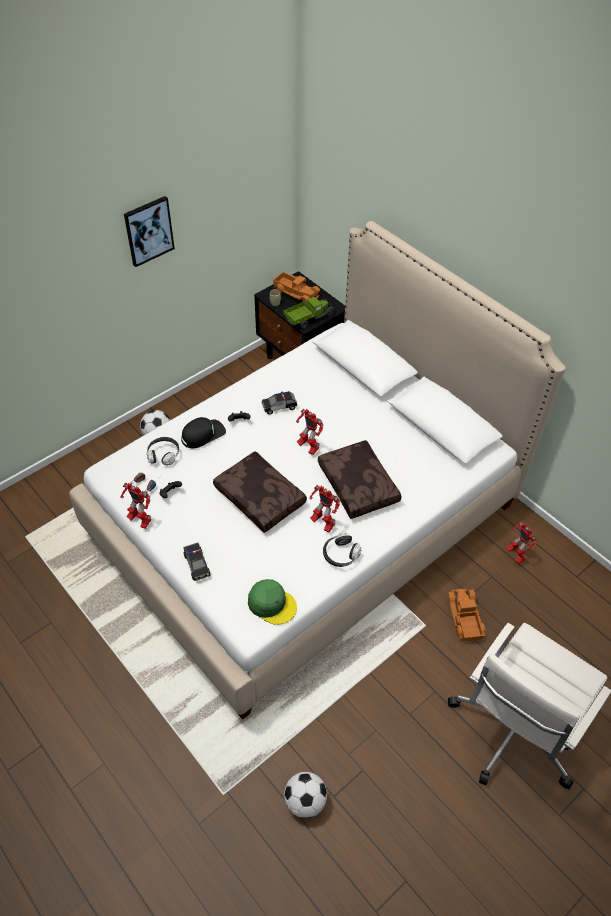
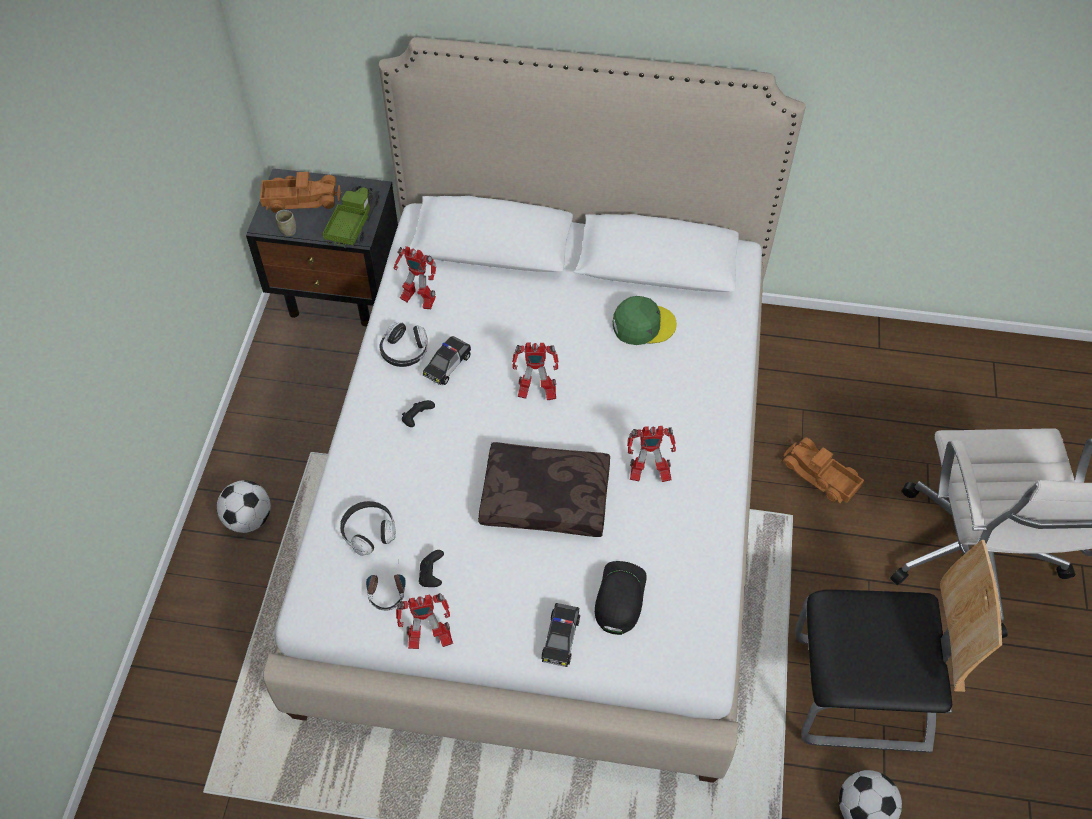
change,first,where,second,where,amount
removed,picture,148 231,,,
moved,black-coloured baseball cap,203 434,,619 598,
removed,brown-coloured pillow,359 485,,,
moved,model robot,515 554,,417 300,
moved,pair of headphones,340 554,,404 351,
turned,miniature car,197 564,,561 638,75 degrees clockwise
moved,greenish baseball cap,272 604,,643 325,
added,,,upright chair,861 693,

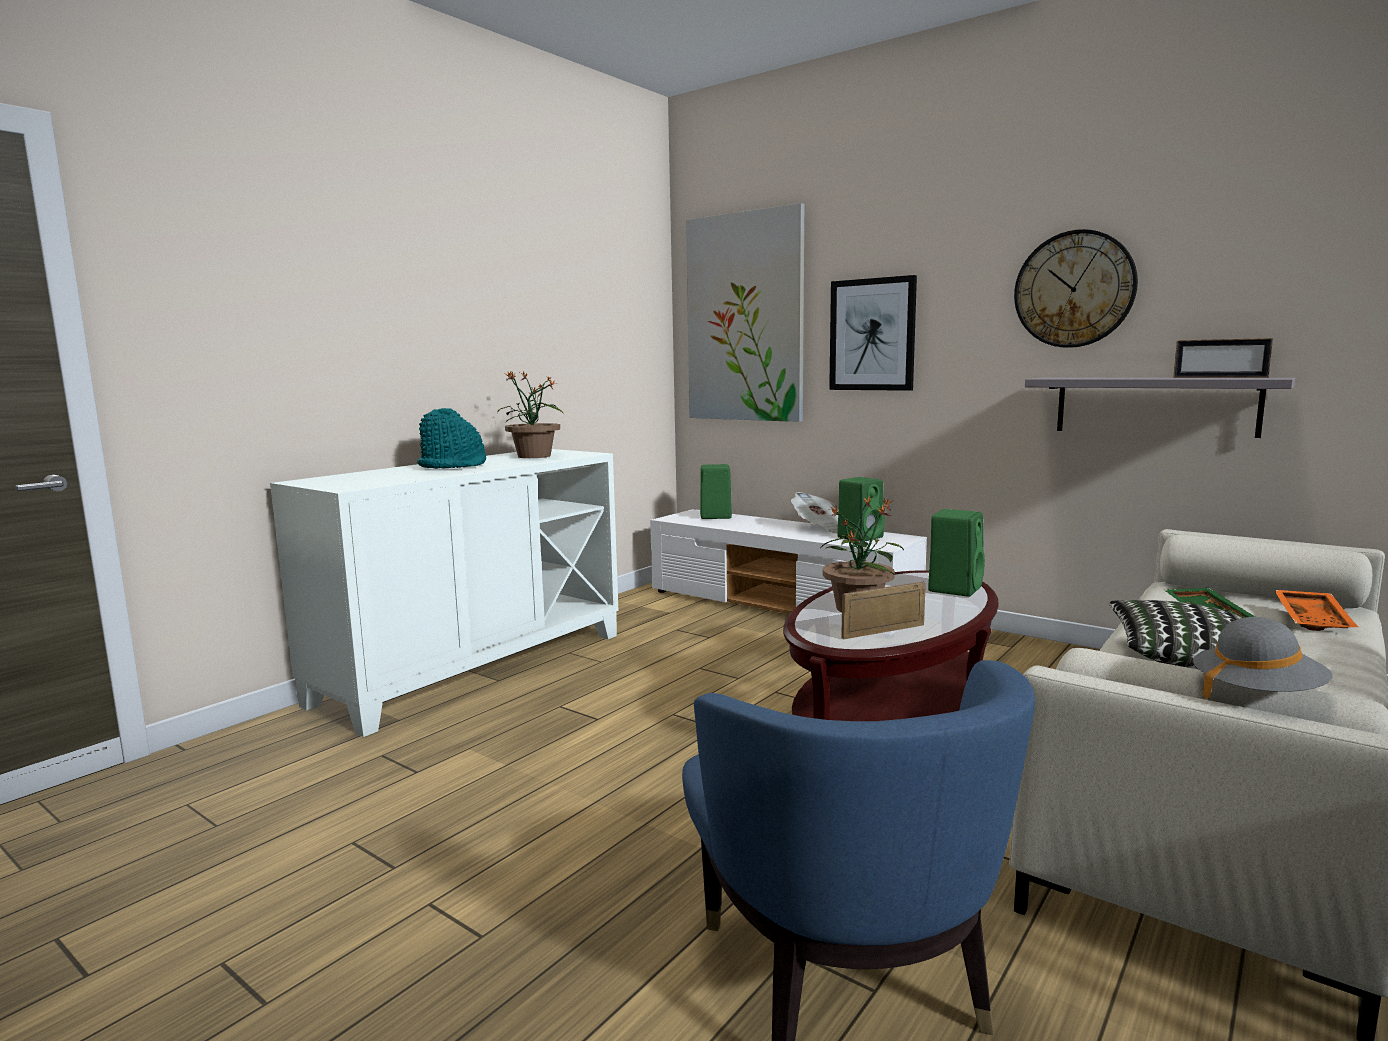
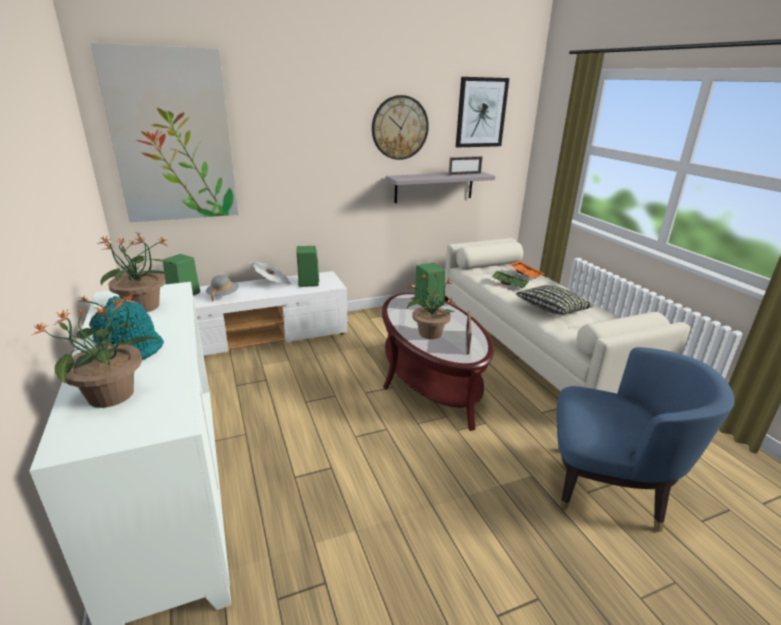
change,first,where,second,where,amount
moved,picture,872 335,,481 112,
moved,grey hat,1256 694,,223 295,
added,,,potted plant,113 395,

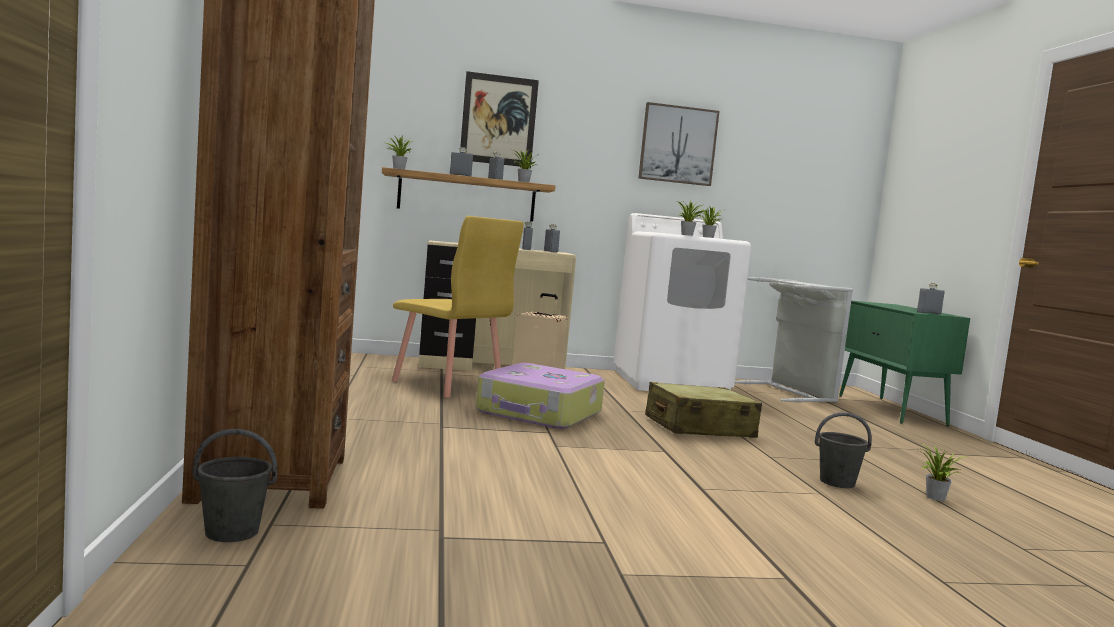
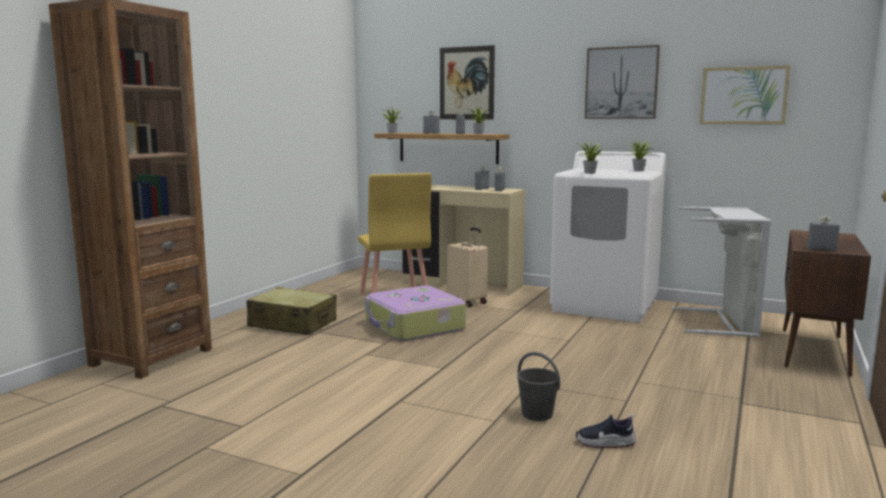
change,first,where,second,where,amount
recoloured,greenish cupboard,891 410,brown-coloured cupboard,814 352,
moved,beige-coloured suitcase,698 428,,293 324,
removed,grey bucket,233 532,,,
replaced,potted plant,934 498,item of footwear,605 443,
added,,,picture,743 95,

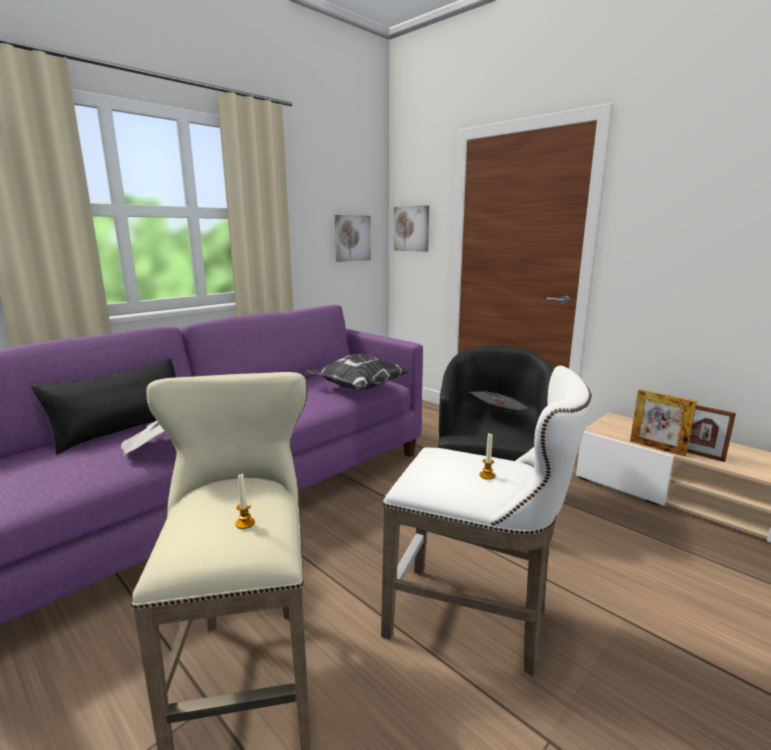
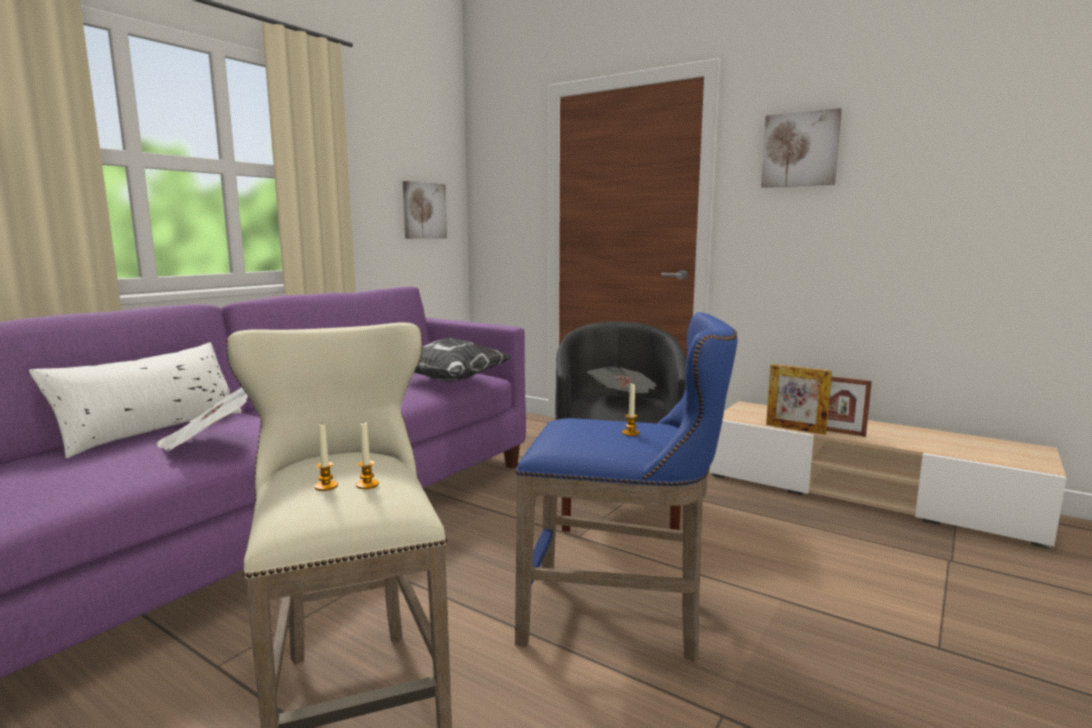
change,first,where,second,where,amount
moved,picture,412 228,,800 149,
recoloured,black-coloured pillow,123 428,whitish pillow,152 430,
recoloured,whitish sitting stool,475 623,blue-coloured sitting stool,622 621,
added,,,candle,326 486,

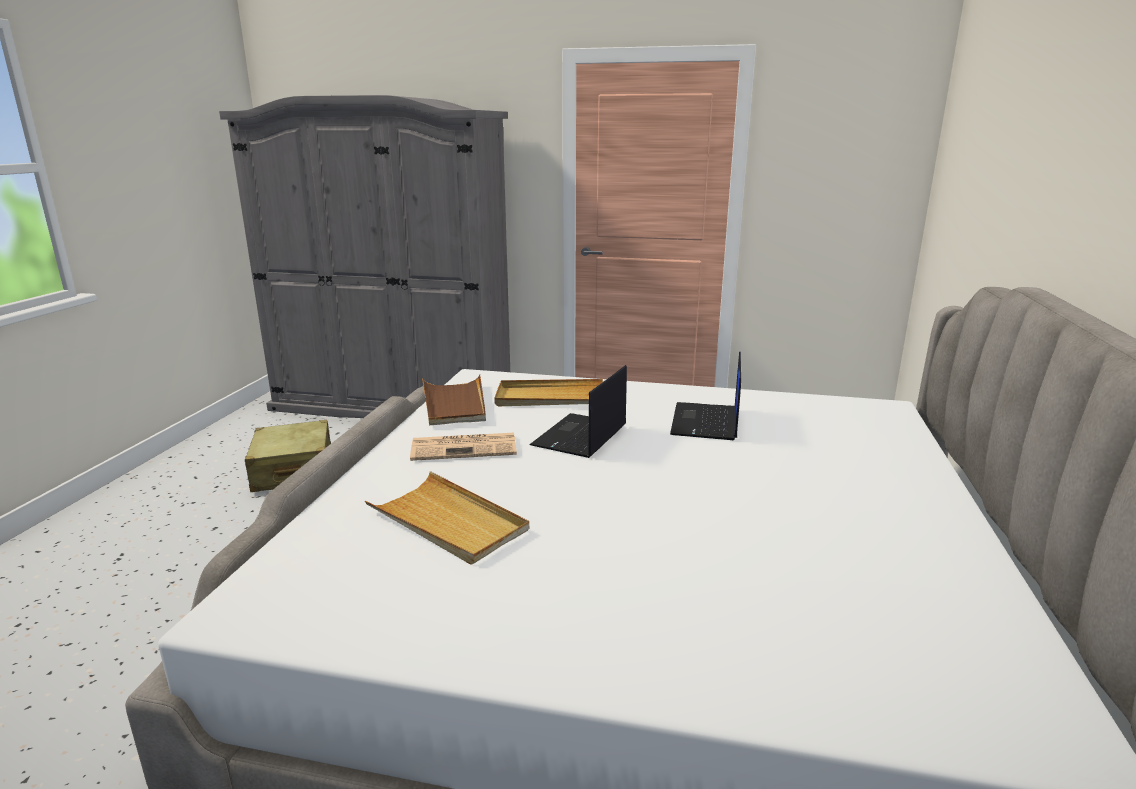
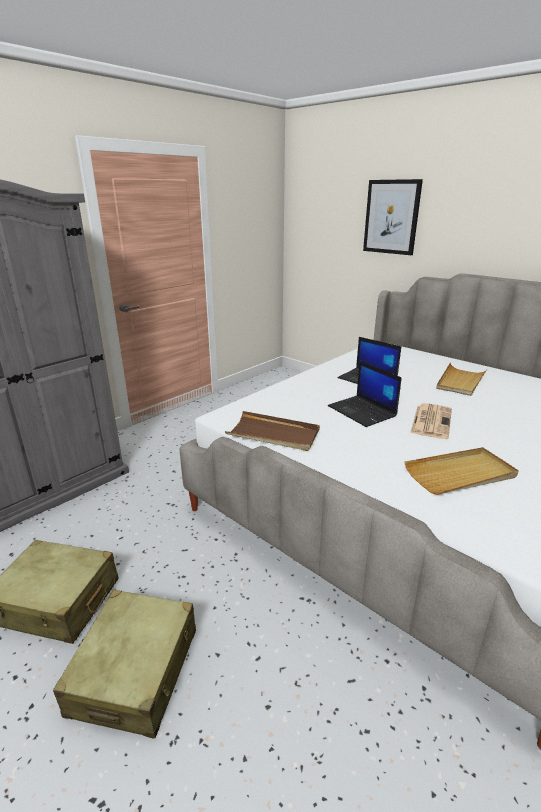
change,first,where,second,where,amount
moved,beige-coloured carrying tray,549 397,,460 381,
moved,newspaper,465 447,,431 421,
added,,,picture,391 217,
added,,,beige-coloured suitcase,135 671,

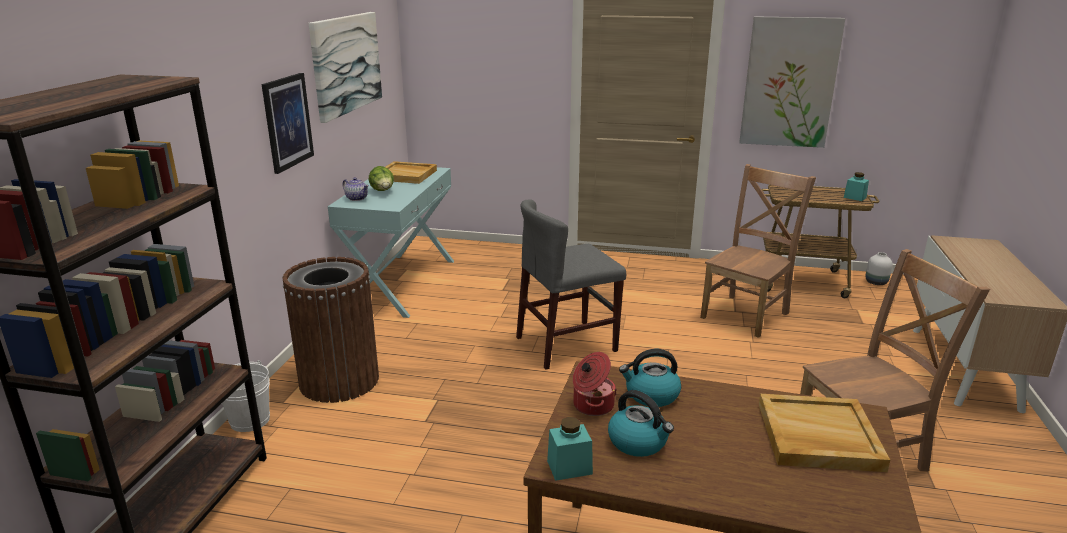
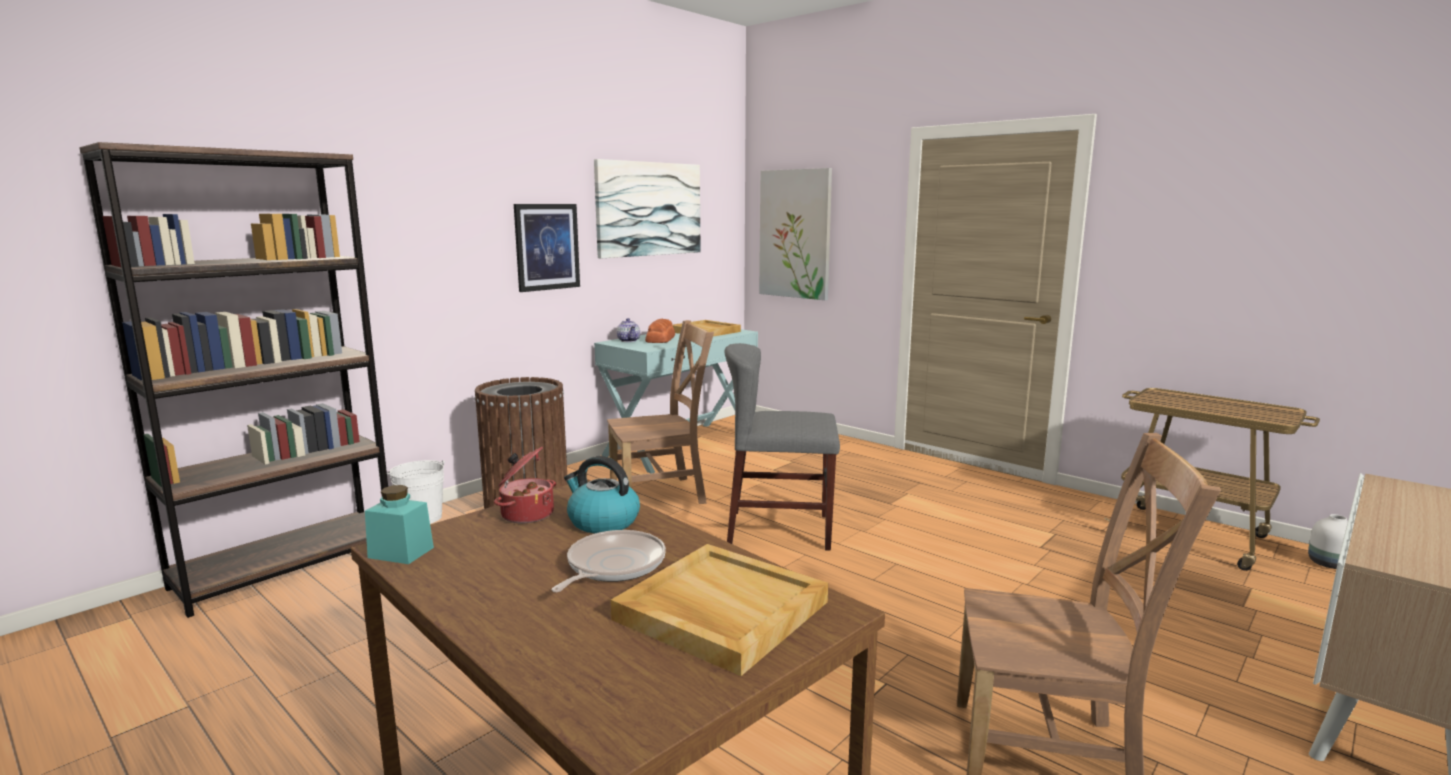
change,first,where,second,where,amount
moved,picture,789 82,,795 234,
moved,brown-coloured upright chair,746 314,,662 494,
replaced,lettuce head,383 191,bakery bread,661 339,
removed,turquoise storage jar,854 197,,,
removed,kettle,638 442,,,
added,,,pan,612 566,

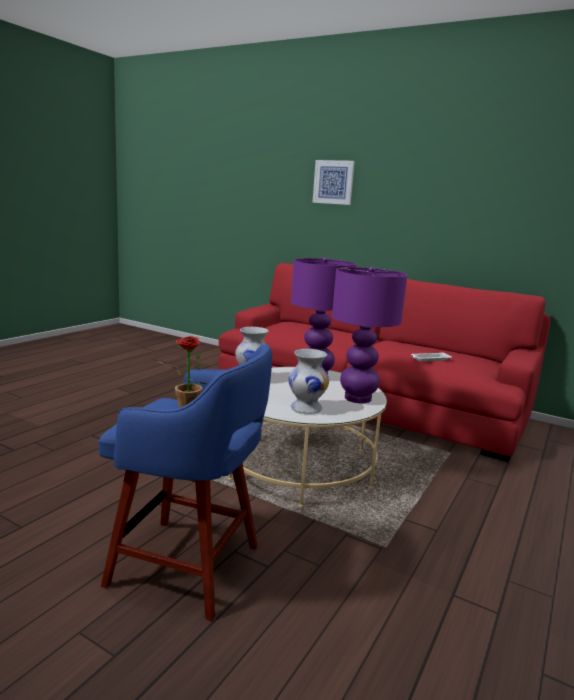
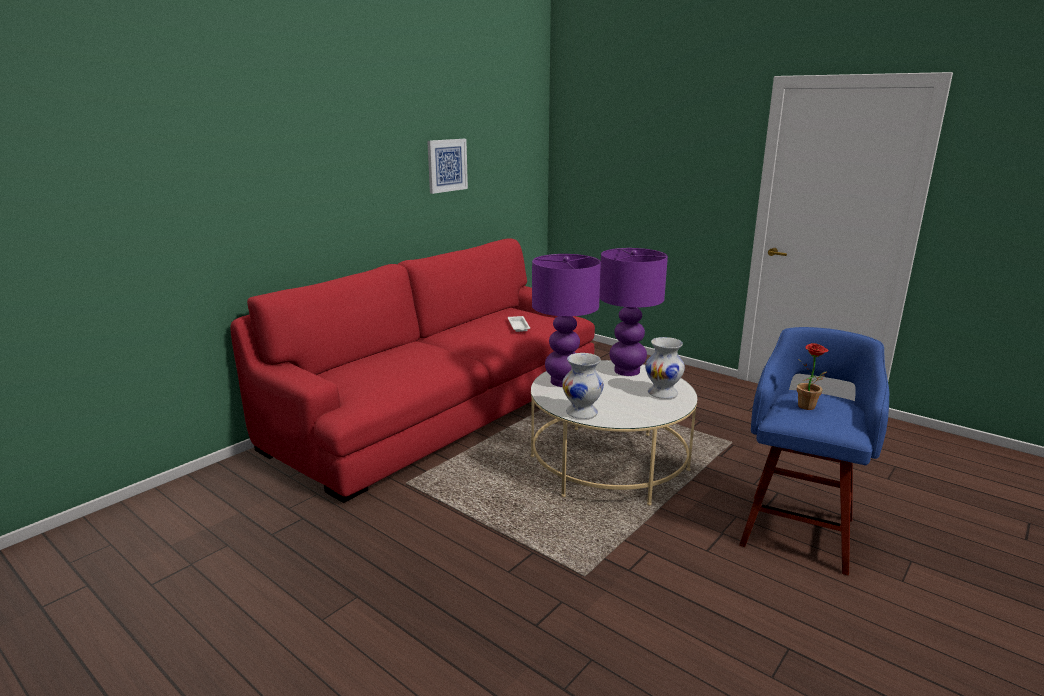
change,first,where,second,where,amount
moved,picture,333 182,,447 165,

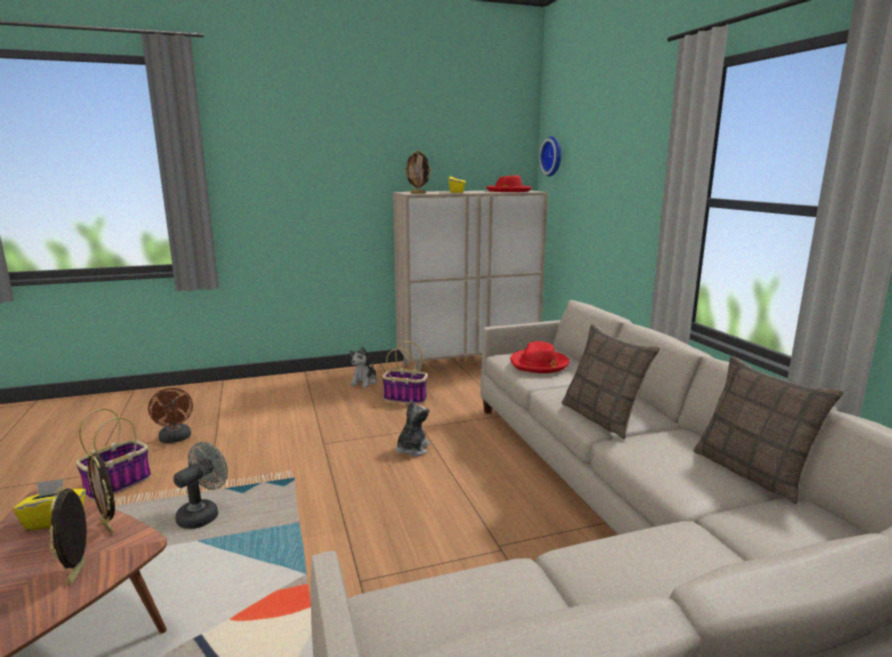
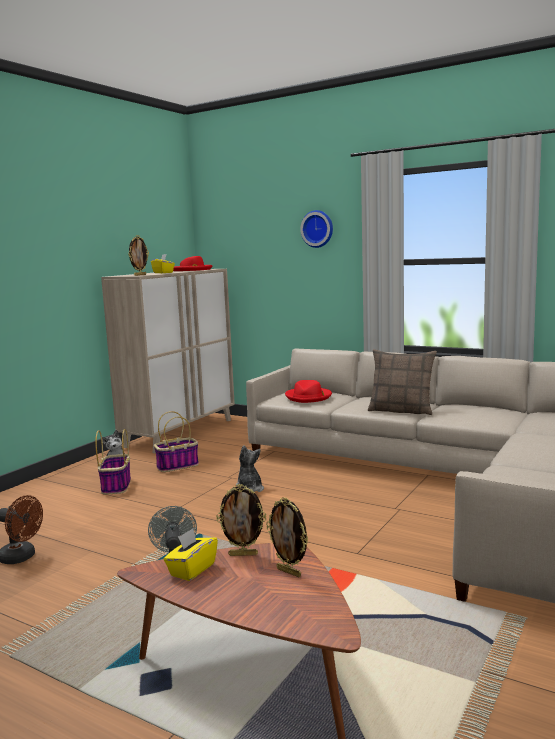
change,first,where,second,where,amount
moved,hanging clock,553 156,,318 229,
removed,pillow,752 472,,,
moved,household basket,118 484,,116 486,

